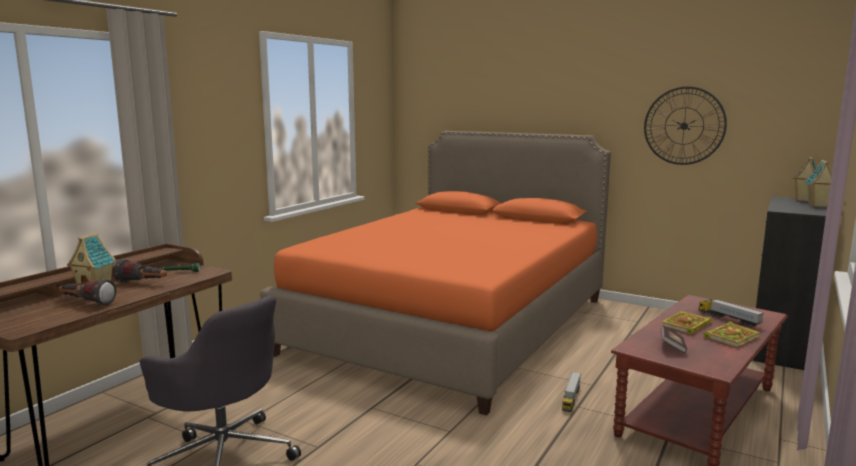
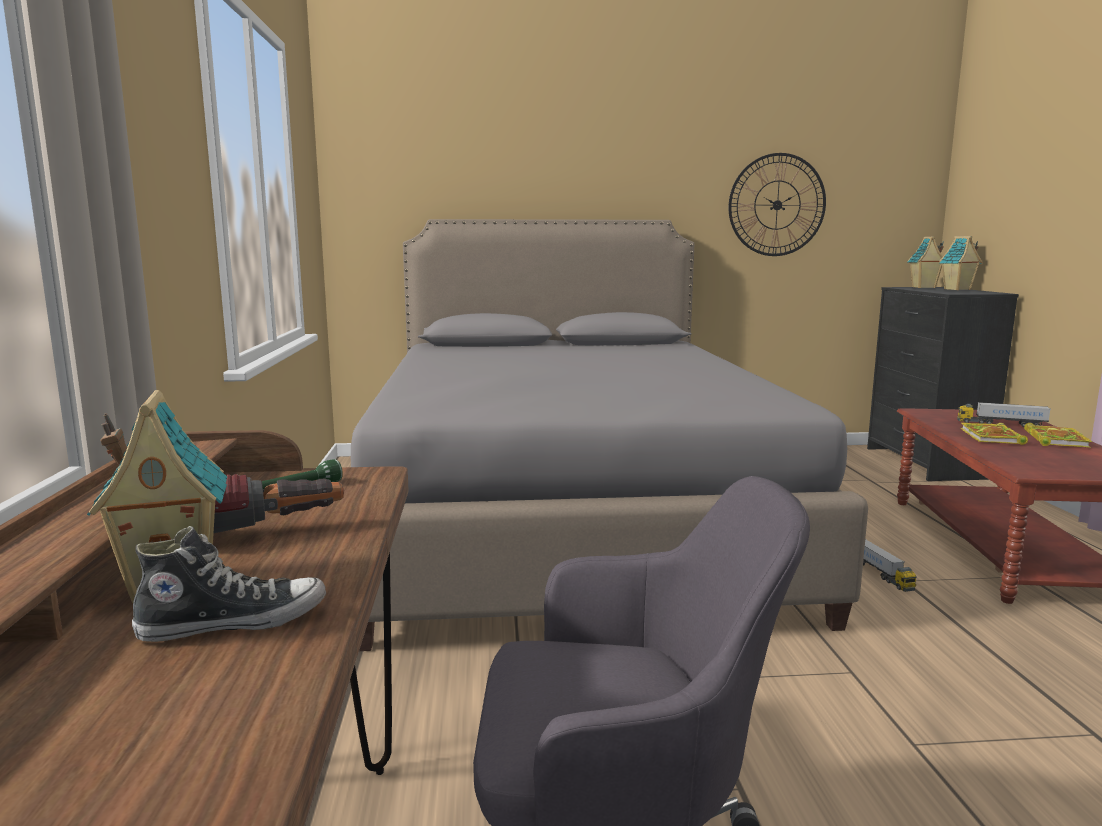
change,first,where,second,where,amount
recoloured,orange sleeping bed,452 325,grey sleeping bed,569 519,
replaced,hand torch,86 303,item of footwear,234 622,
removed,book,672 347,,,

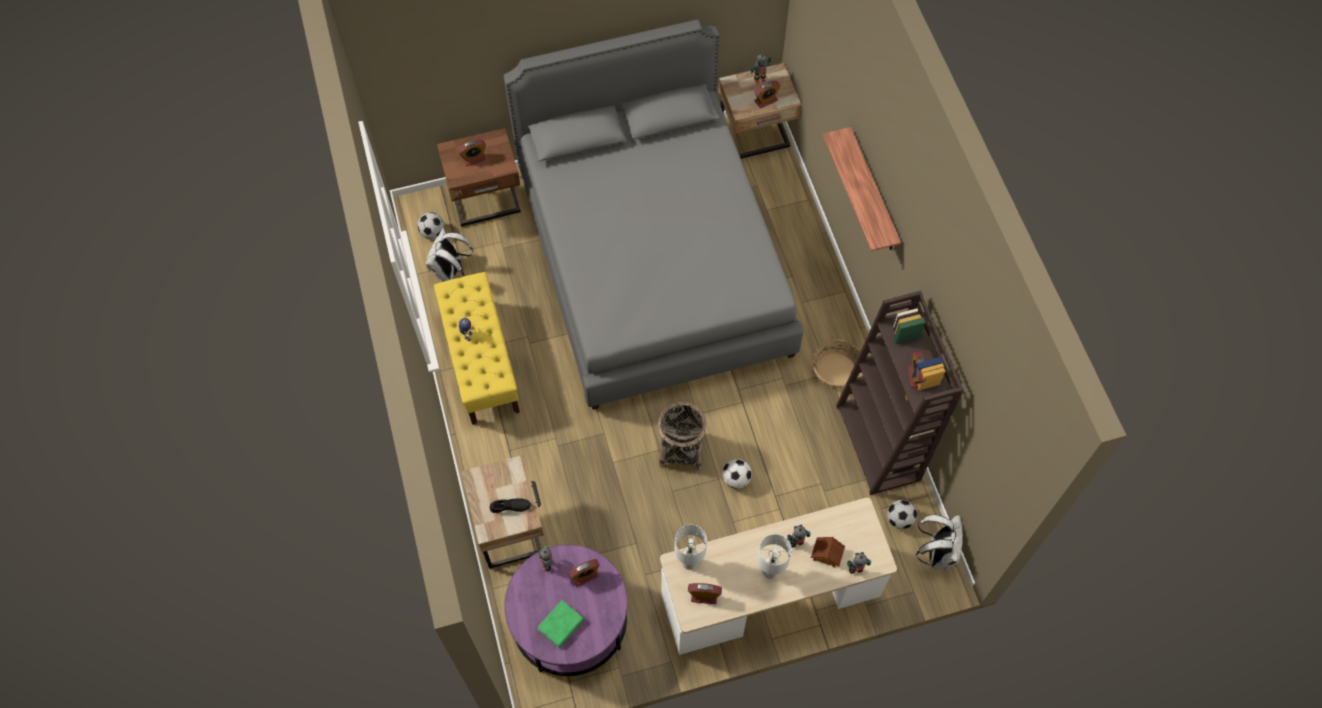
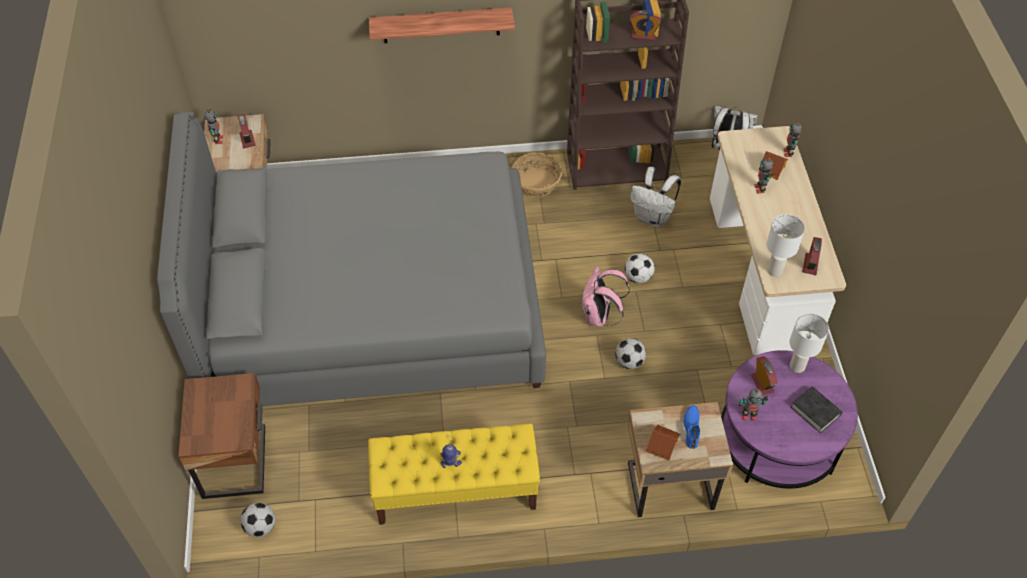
change,first,where,second,where,amount
removed,alarm clock,474 158,,,
moved,whitish knapsack,450 271,,652 217,
replaced,household basket,681 449,pinkish knapsack,599 316,
recoloured,black-coloured item of footwear,510 507,blue-coloured item of footwear,692 428,
moved,football,899 519,,629 361,
moved,whitish lamp for a table,770 571,,797 366,
recoloured,greenish book,561 625,black-coloured book,815 411,
added,,,model house,663 446,

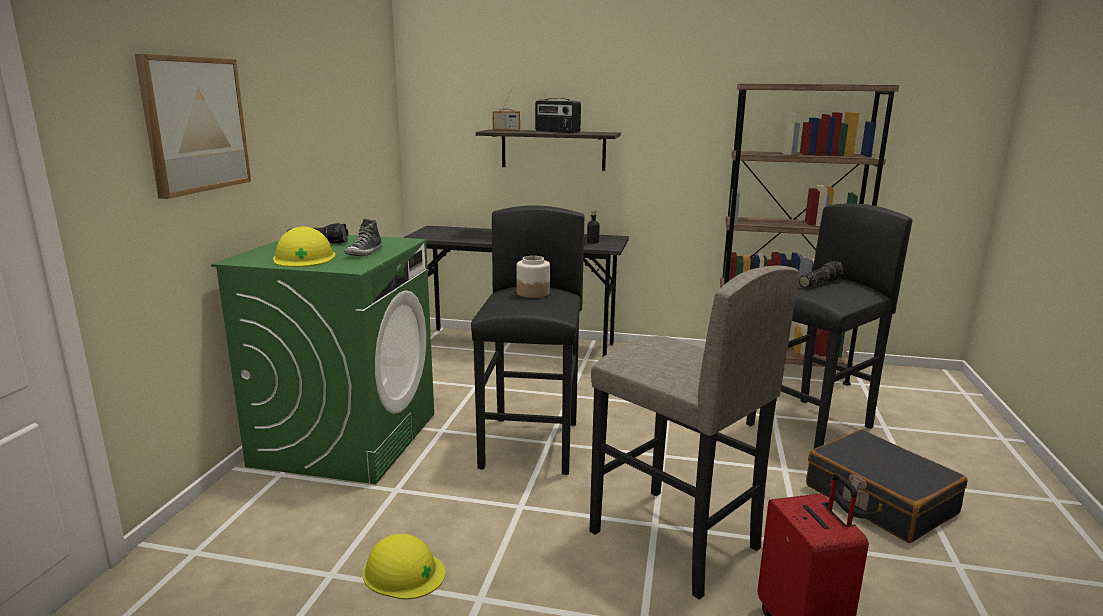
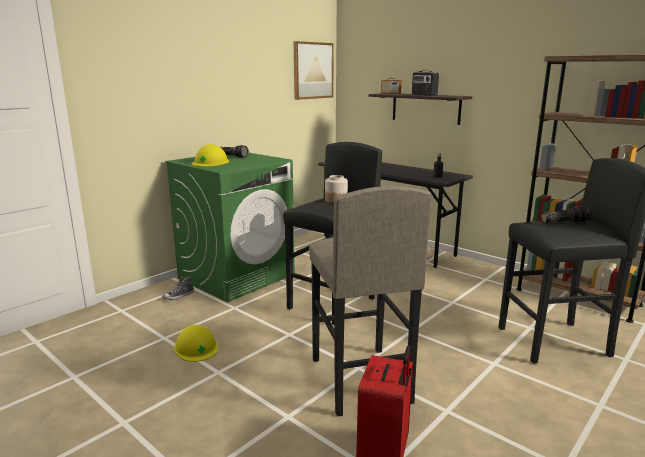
change,first,where,second,where,amount
moved,picture,195 124,,312 70,
moved,item of footwear,365 253,,178 296,
removed,black-coloured suitcase,879 500,,,

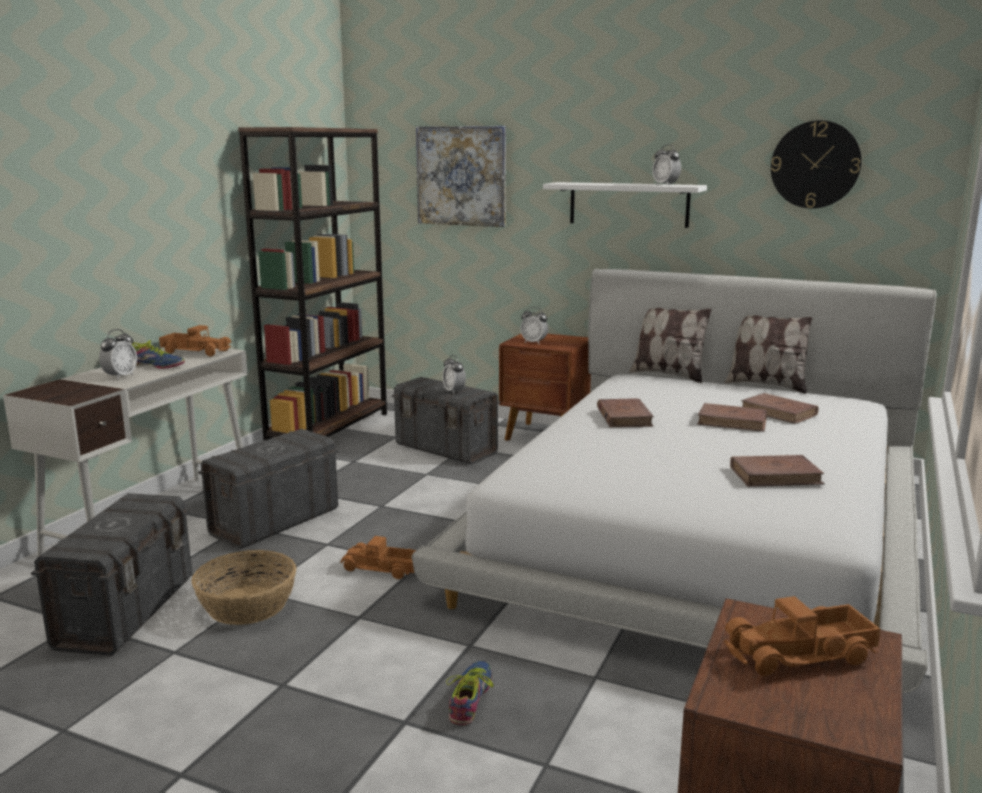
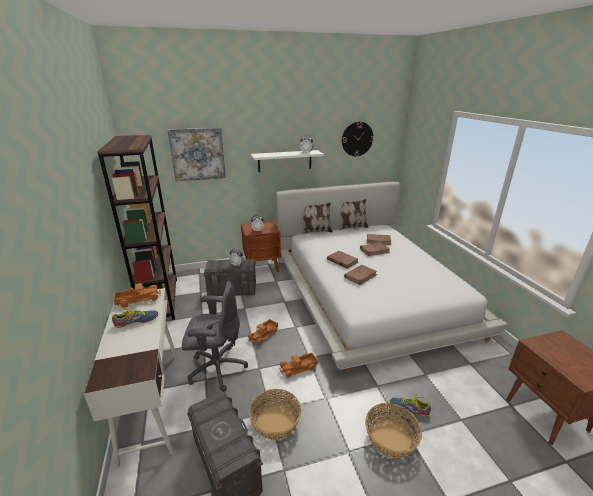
change,first,where,second,where,amount
removed,alarm clock,120 376,,,
replaced,grey storage bin,274 521,grey computer chair,216 368,
moved,brown-coloured book,775 475,,360 276,
moved,toy truck,801 654,,264 335,
turned,item of footwear,470 698,,409 409,45 degrees counterclockwise
added,,,household basket,390 438,

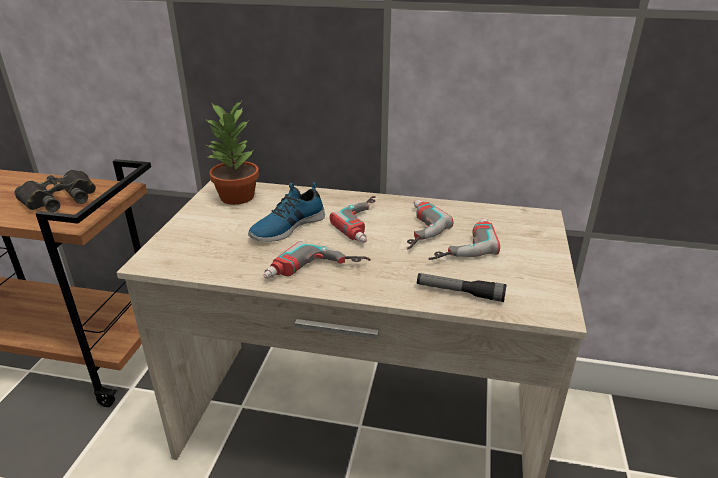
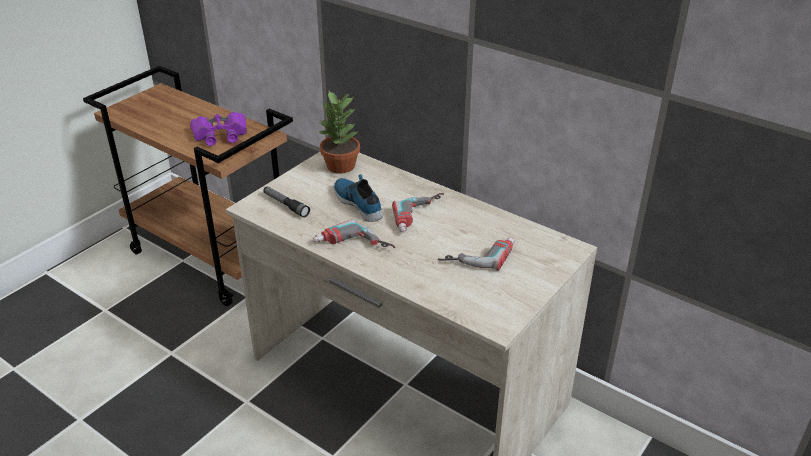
change,first,where,second,where,amount
recoloured,black-coloured field glasses,60 199,purple-coloured field glasses,220 134,
turned,item of footwear,287 227,,359 203,75 degrees clockwise
removed,power drill,413 229,,,
moved,hand torch,459 292,,286 205,

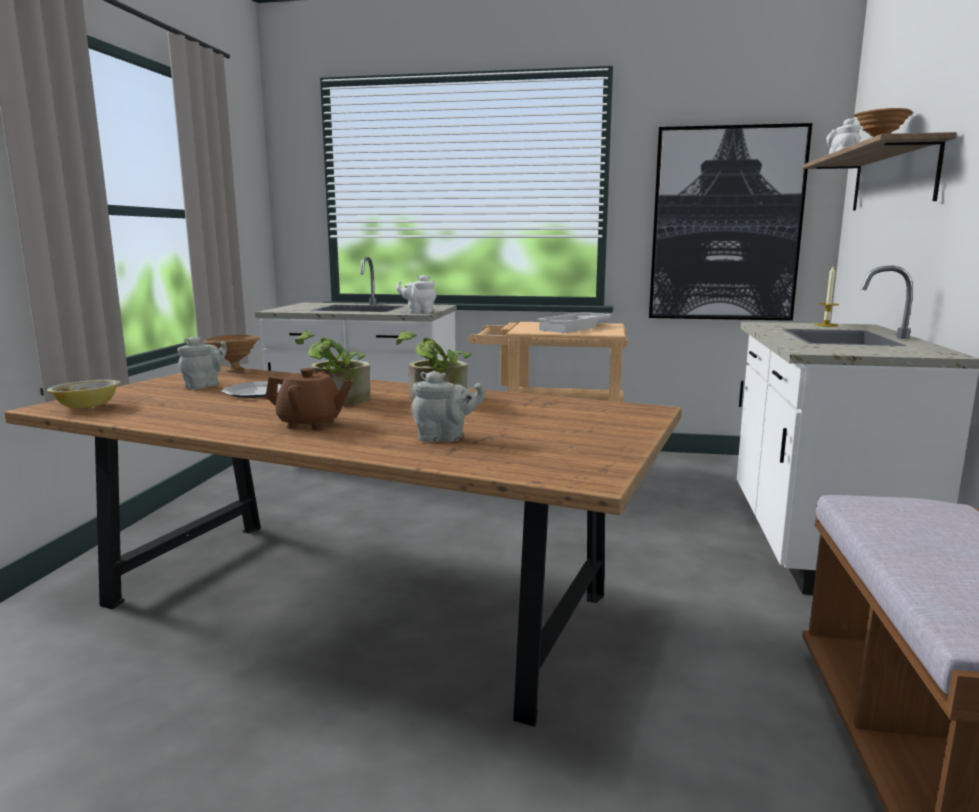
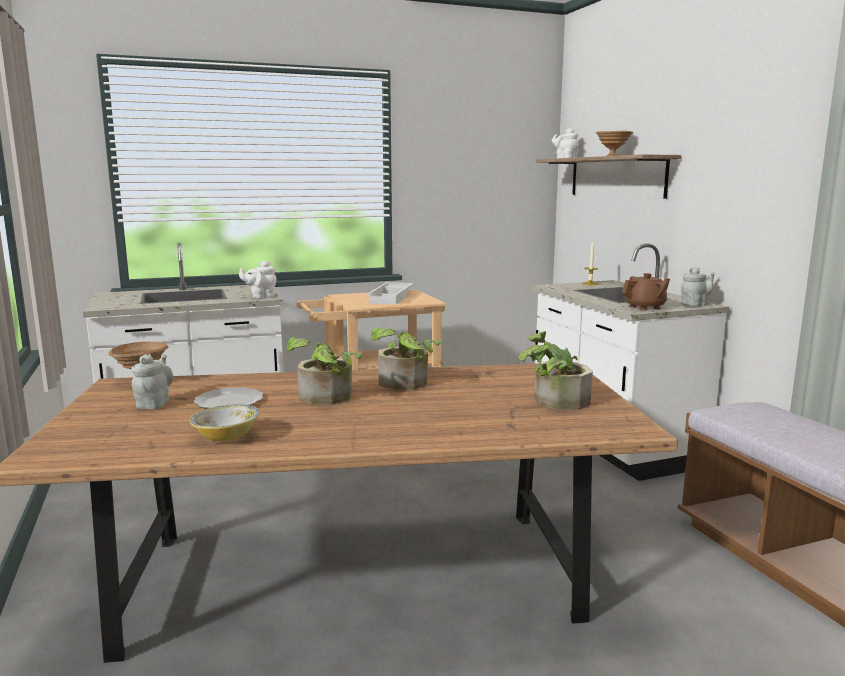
change,first,where,second,where,amount
removed,picture,725 225,,,
moved,brown-coloured tea pot,310 424,,645 307,
moved,grey tea pot,445 438,,695 304,
moved,serving bowl,87 406,,226 437,
added,,,potted plant,553 401,

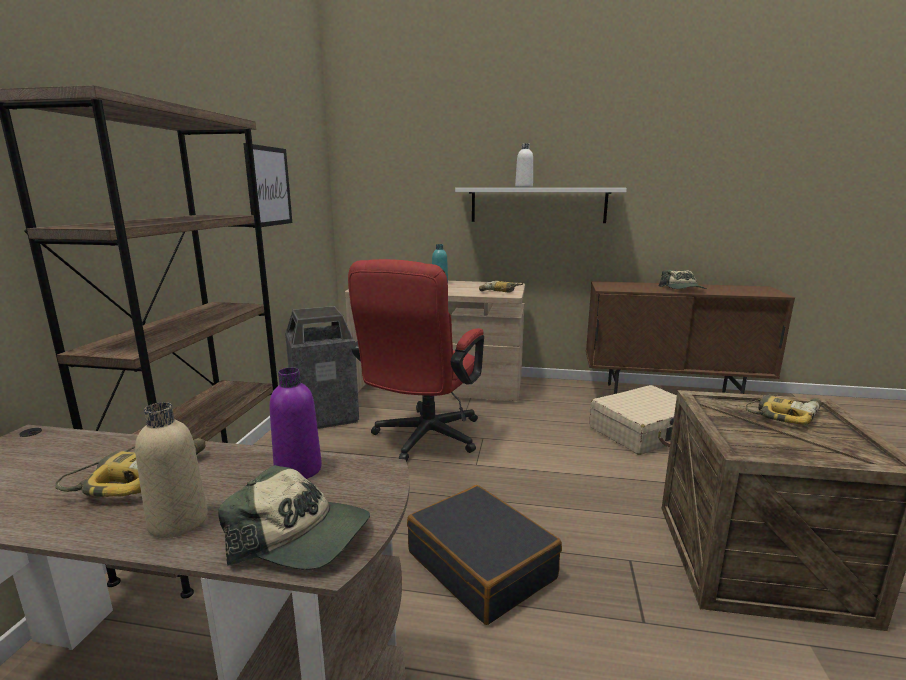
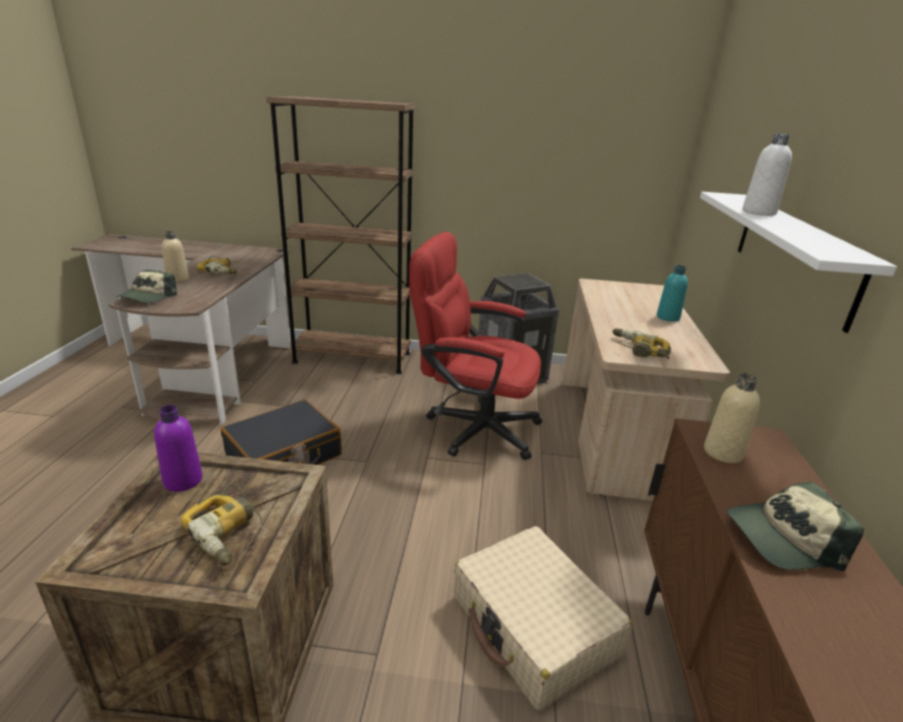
change,first,where,second,where,amount
removed,picture,269 186,,,
moved,purple-coloured drink bottle,298 470,,183 480,
added,,,beige-coloured drink bottle,723 452,

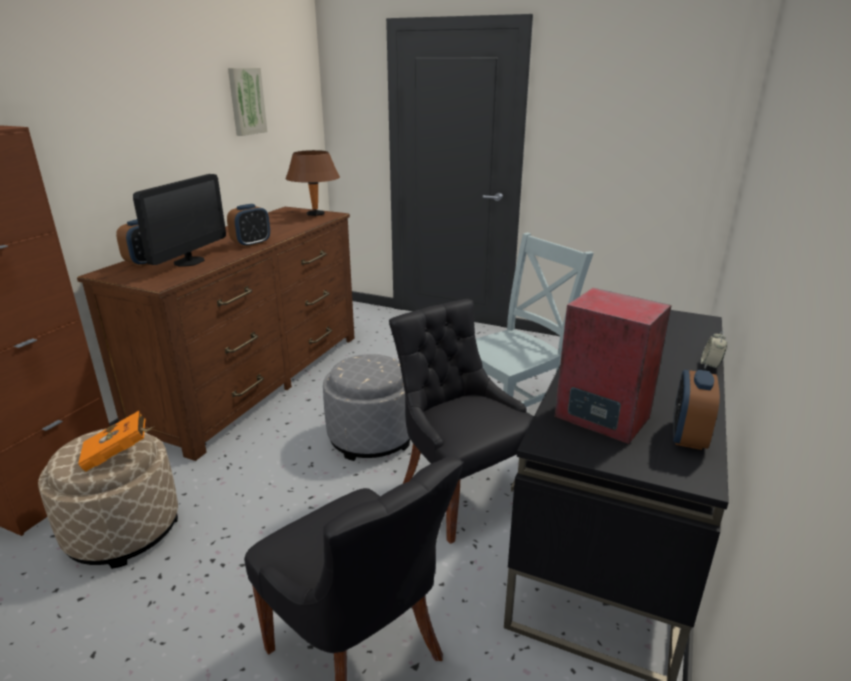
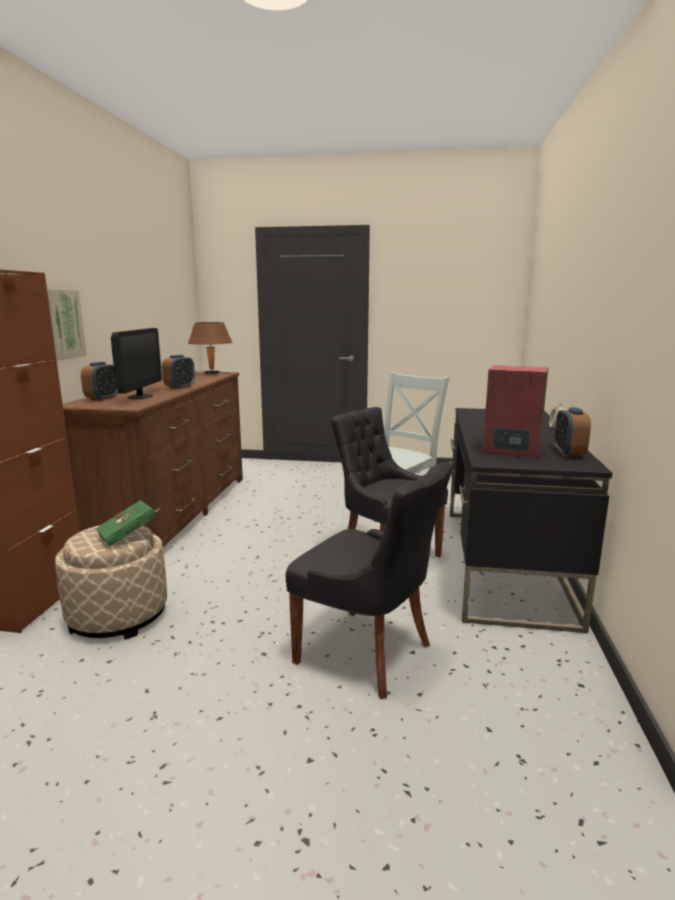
change,first,where,second,where,amount
moved,picture,246 101,,63 324,
removed,grey ottoman,371 437,,,
recoloured,orange book,120 455,greenish book,130 536,

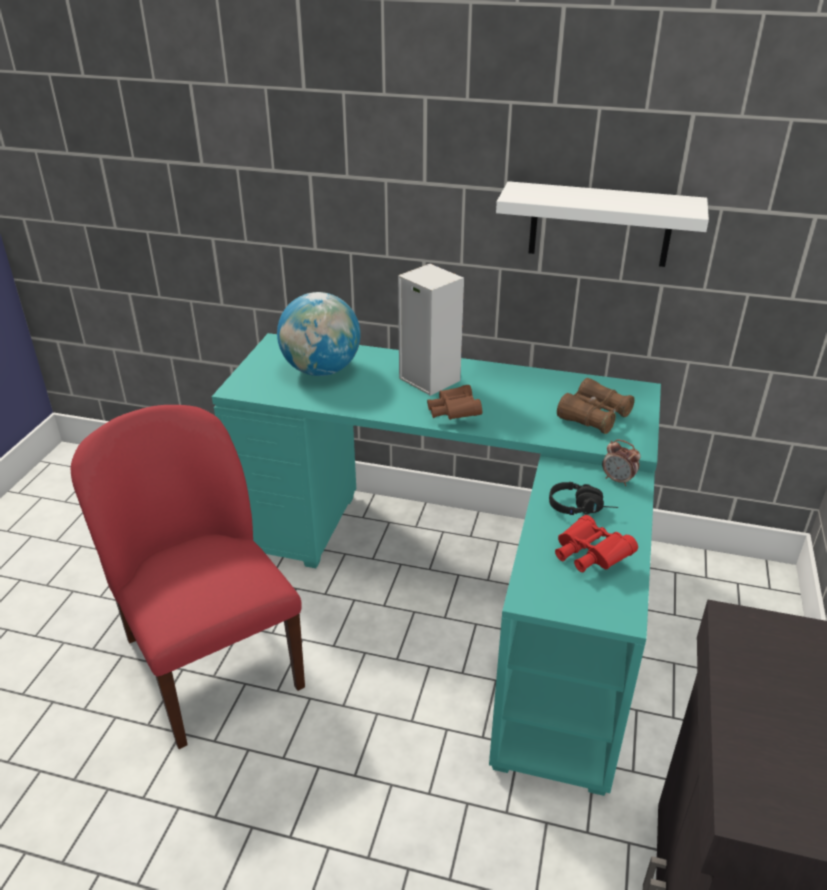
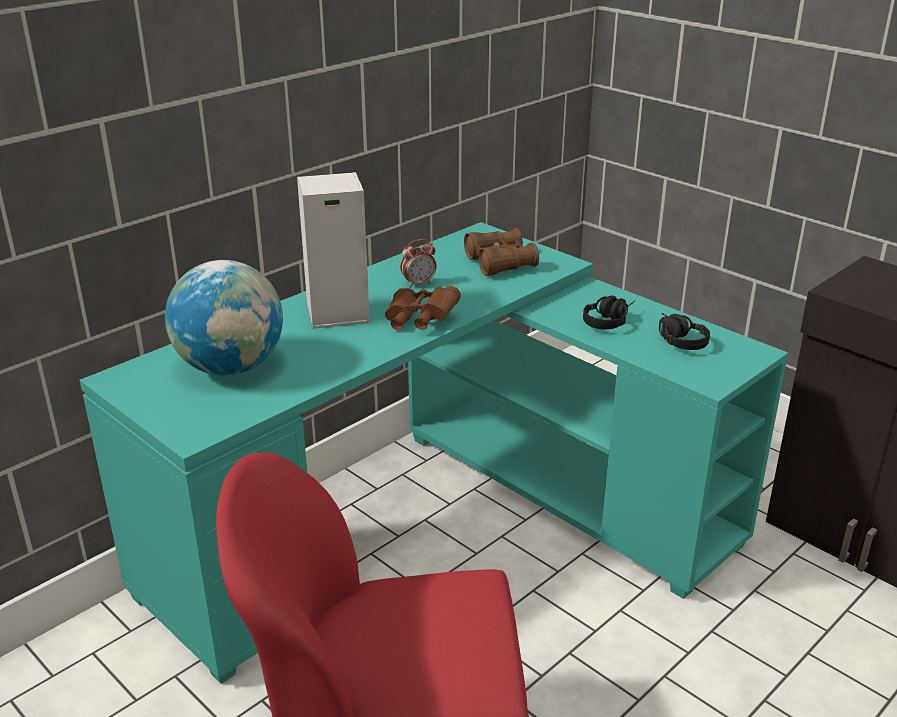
change,first,where,second,where,amount
removed,whitish shelf,600 224,,,
moved,alarm clock,618 480,,418 284,
replaced,red-coloured field glasses,589 556,black-coloured pair of headphones,676 340,

